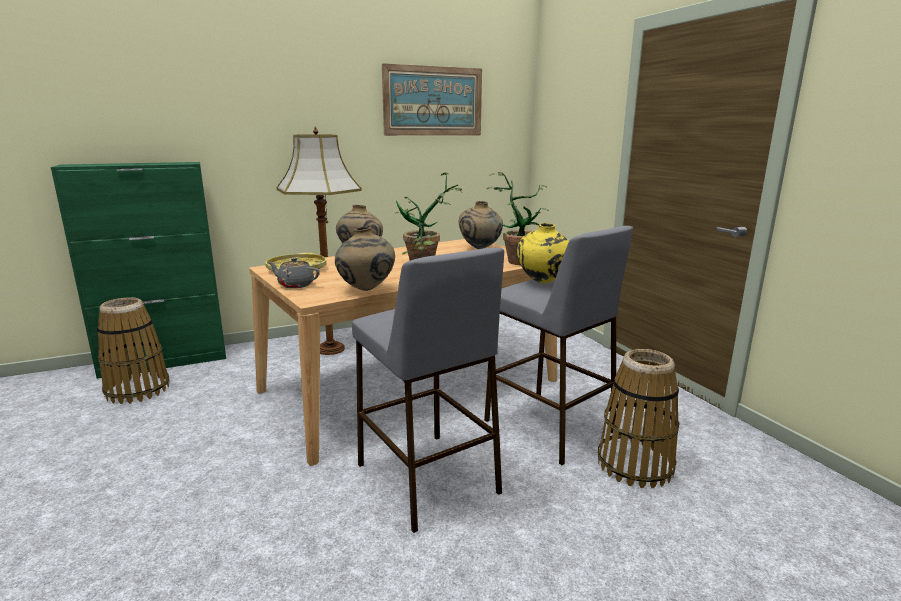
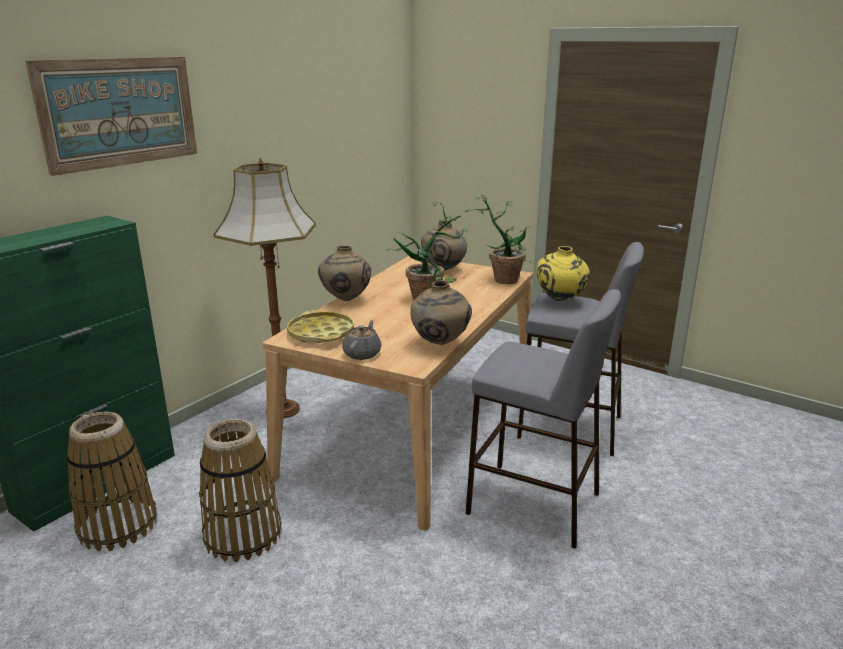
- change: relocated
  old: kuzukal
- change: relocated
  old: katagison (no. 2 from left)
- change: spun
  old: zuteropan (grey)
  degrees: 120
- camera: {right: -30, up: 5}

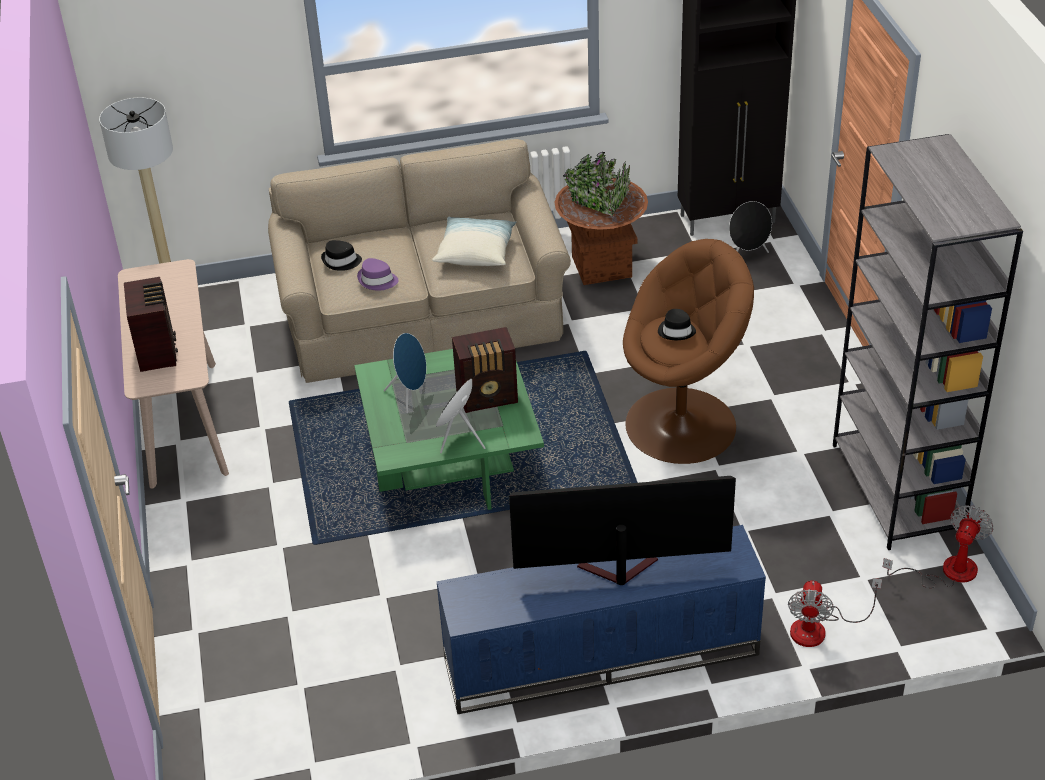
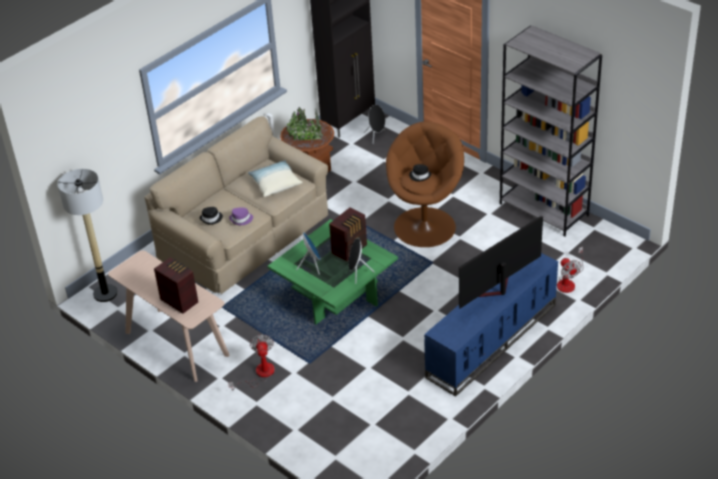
- change: relocated
  old: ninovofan (no. 2 from left in the first image)
  new: ninovofan (no. 1 from left)
- camera: {right: -35, up: 0}

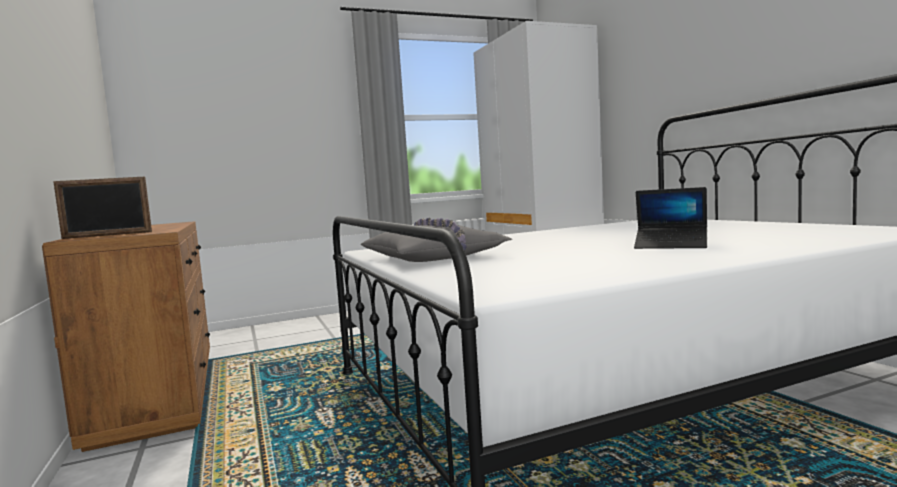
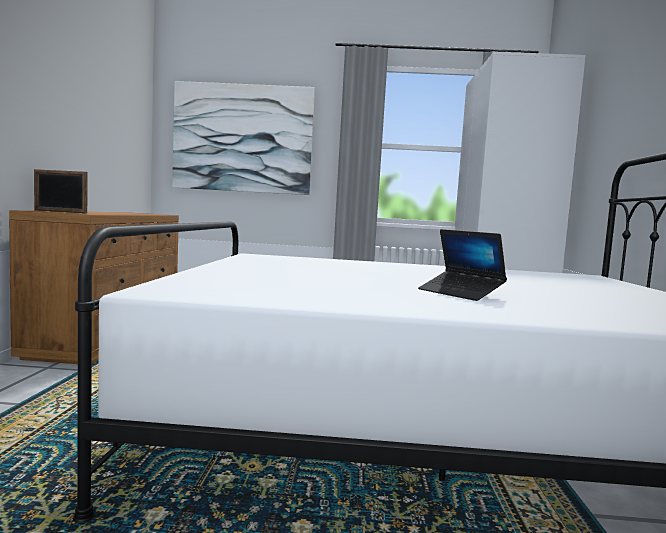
- change: appeared
  new: kuzukal
- change: missing
  old: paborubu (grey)
- camera: {right: 25, up: 0}

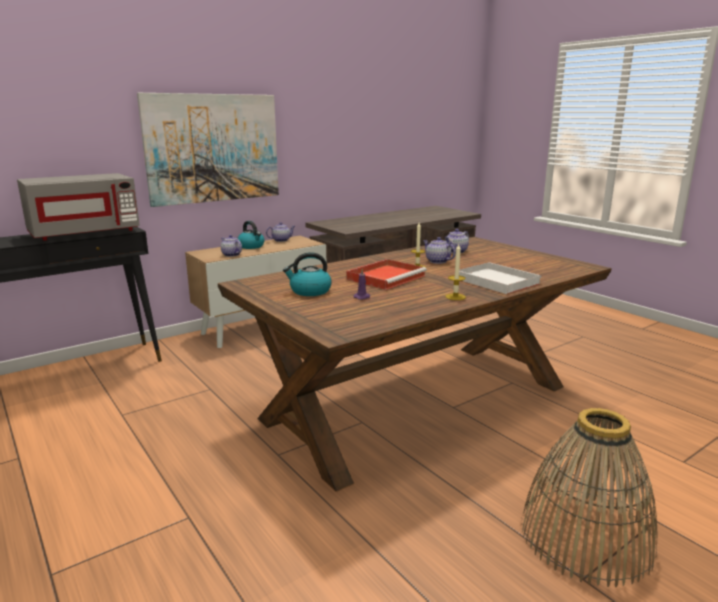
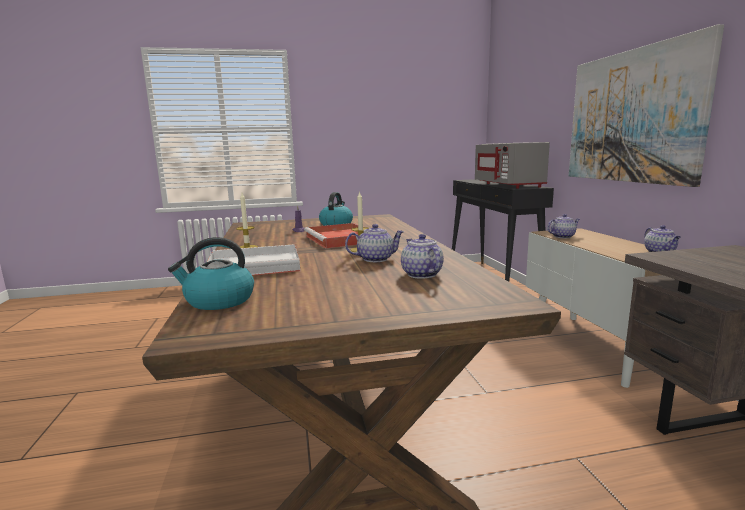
- change: relocated
  old: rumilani (no. 1 from left)
- change: missing
  old: katagison
- camera: {right: 115, up: -5}

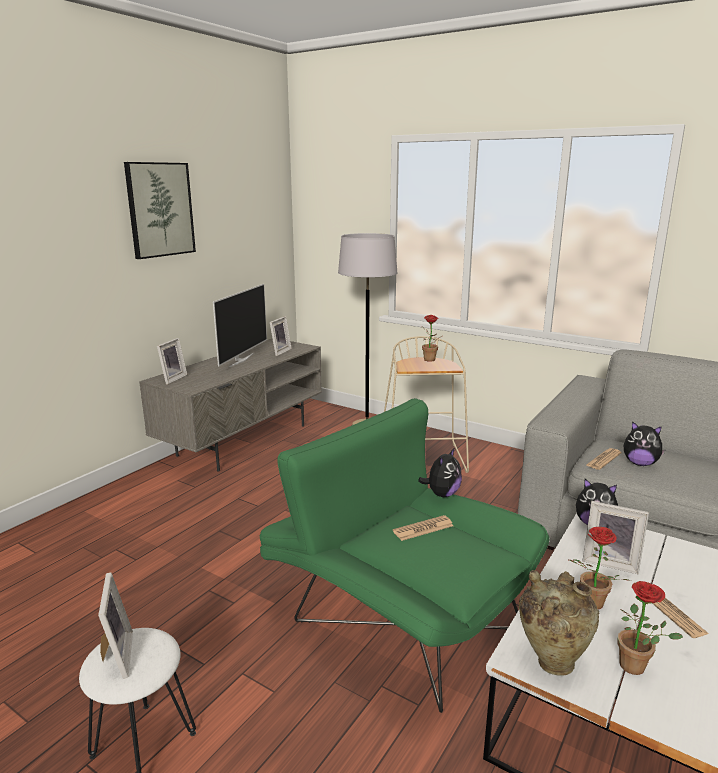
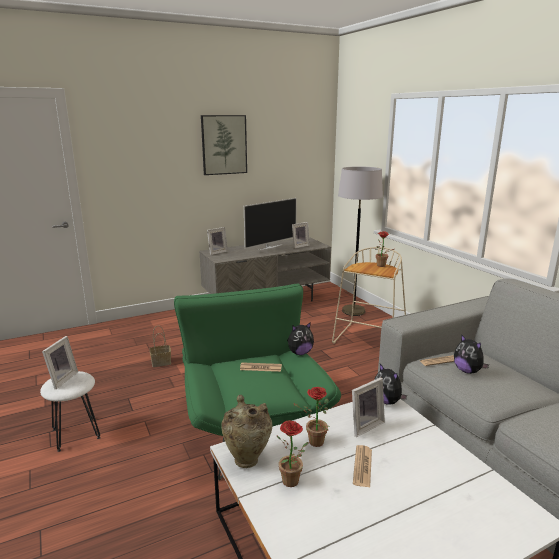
- change: appeared
  new: katagison
- change: spun
  old: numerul (no. 4 from left)
  degrees: -90
- camera: {right: 30, up: 0}

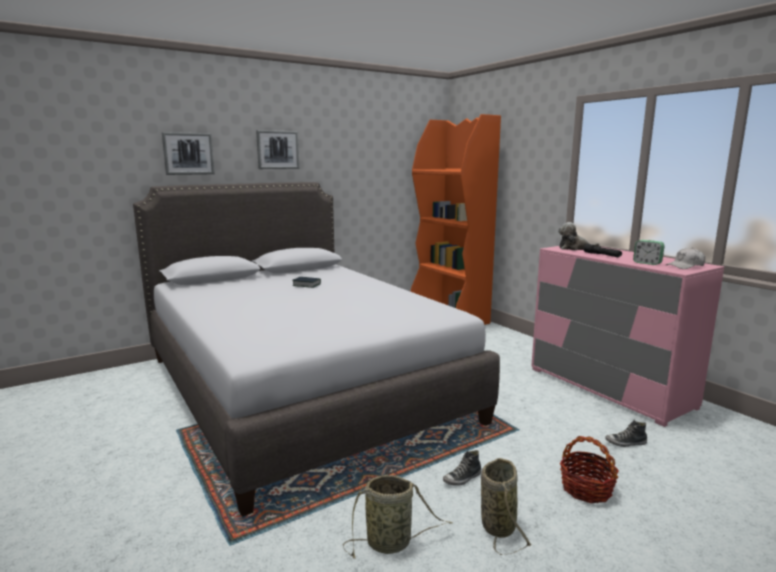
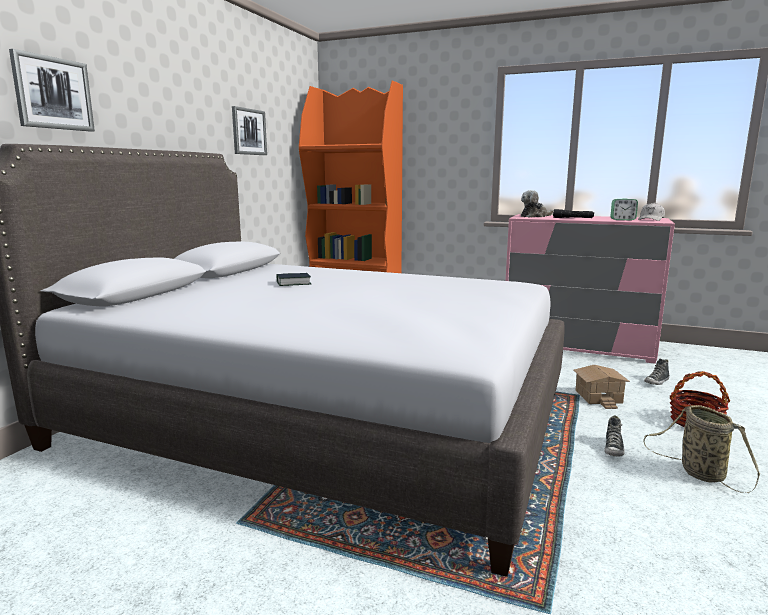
- change: relocated
  old: kuzukal (no. 2 from left)
- change: appeared
  new: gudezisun
- change: missing
  old: katagison (no. 1 from left)
- camera: {right: -35, up: 0}

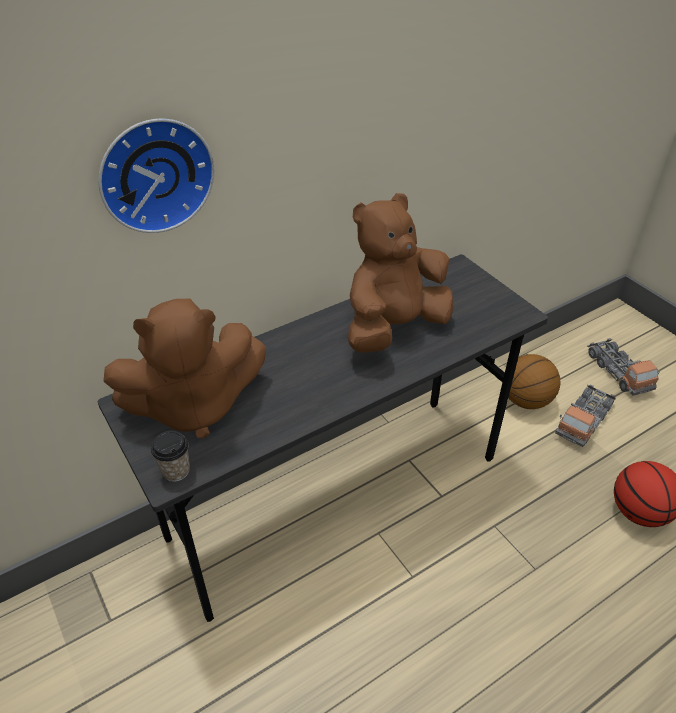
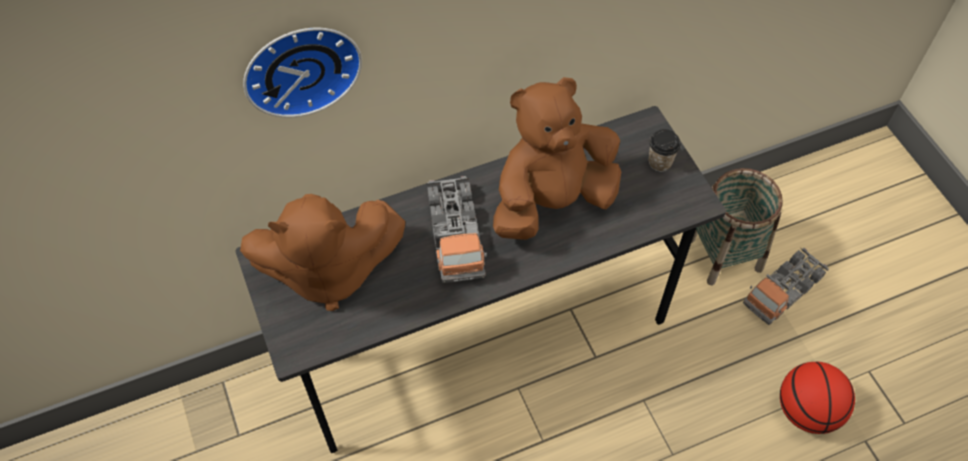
- change: relocated
  old: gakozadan (no. 2 from left in the first image)
  new: gakozadan (no. 1 from left)
- change: relocated
  old: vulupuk
- change: exchanged
  old: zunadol (no. 1 from left)
  new: katagison
- camera: {right: 10, up: 15}

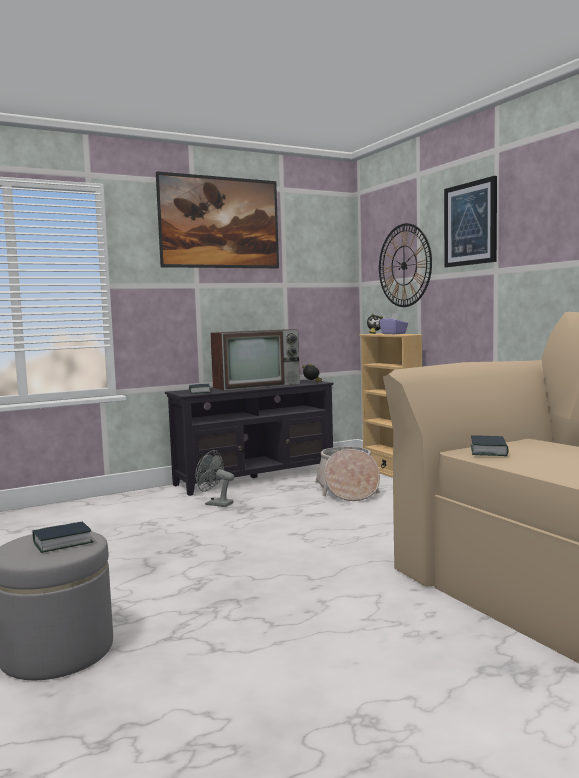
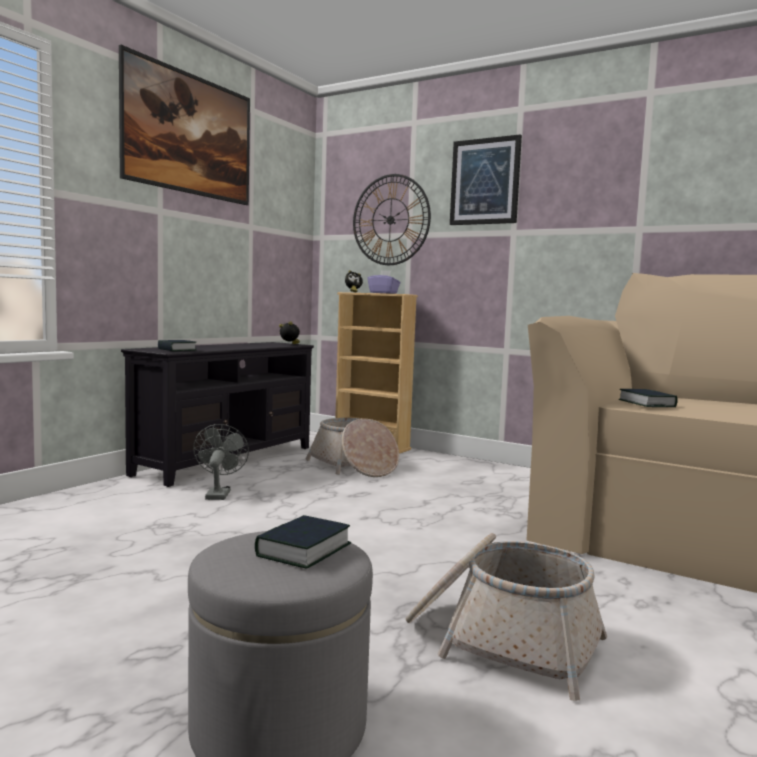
- change: spun
  old: ninovofan (grey)
  degrees: 90
- change: appeared
  new: katagison (no. 2 from left)
- change: missing
  old: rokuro
- camera: {right: -30, up: 0}

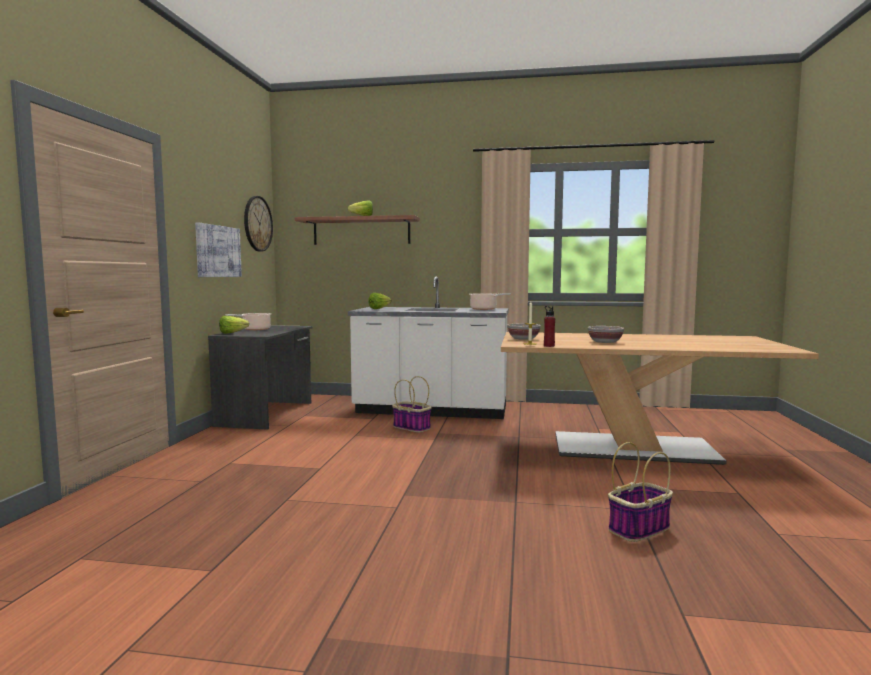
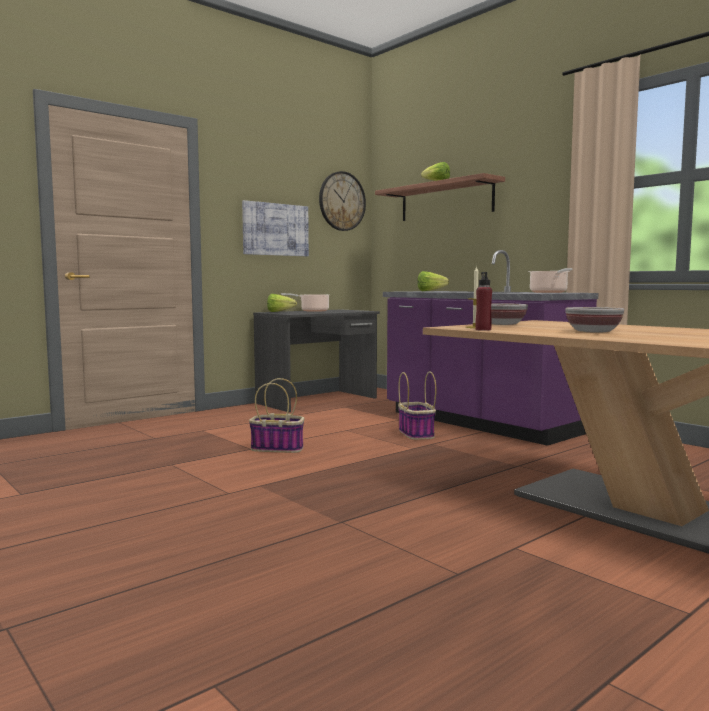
- change: relocated
  old: katagison (no. 2 from left in the first image)
  new: katagison (no. 1 from left)
- change: colour
  old: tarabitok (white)
  new: tarabitok (purple)
- camera: {right: 40, up: 0}

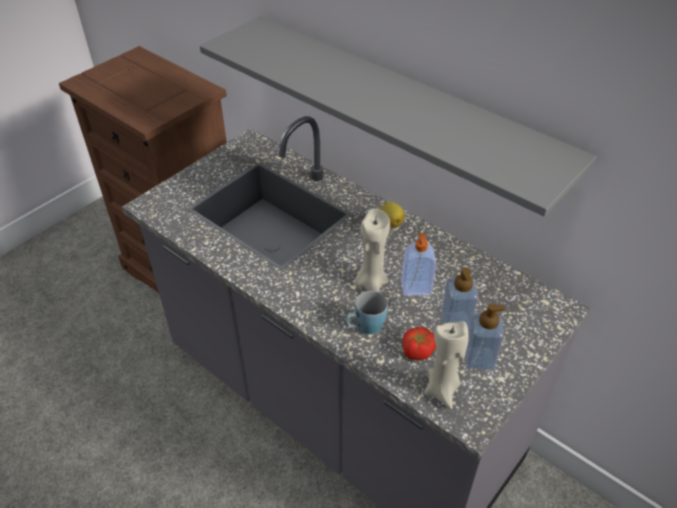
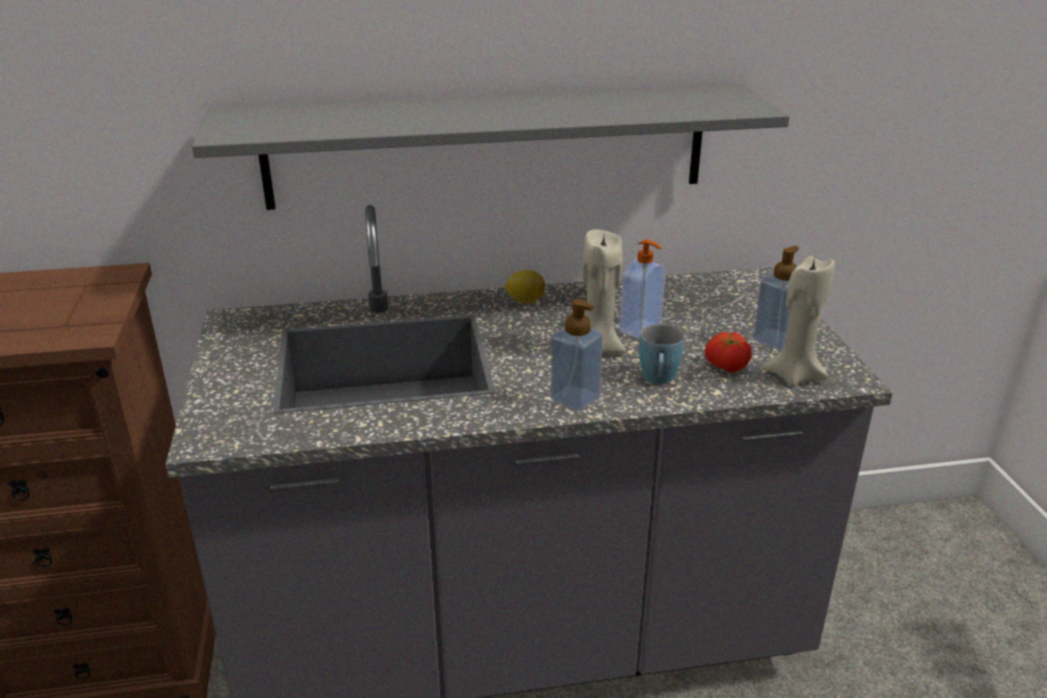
- change: relocated
  old: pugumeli (no. 2 from left in the first image)
  new: pugumeli (no. 1 from left)
- camera: {right: -50, up: -15}

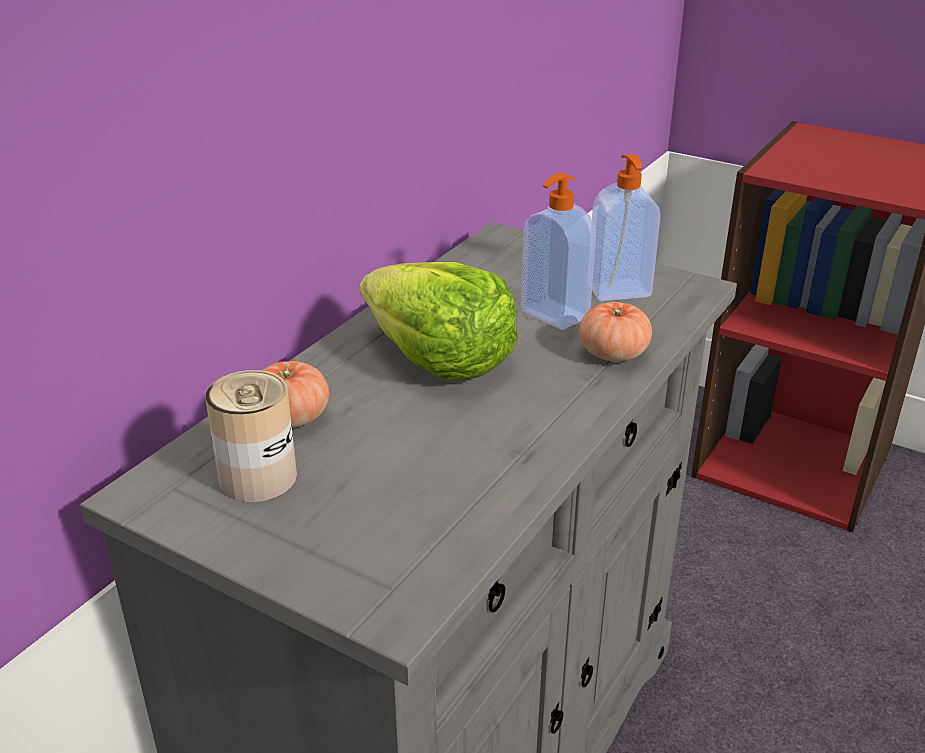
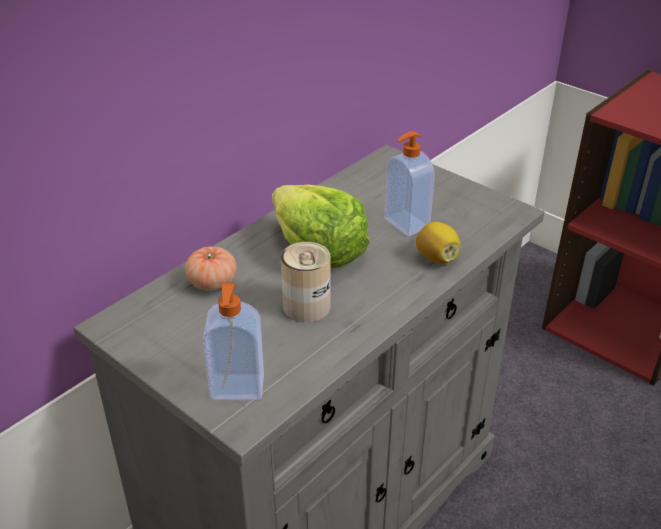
- change: relocated
  old: pugumeli (no. 2 from left in the first image)
  new: pugumeli (no. 1 from left)
- change: relocated
  old: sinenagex
- change: exchanged
  old: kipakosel (no. 2 from left)
  new: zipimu
- camera: {right: 10, up: 5}

